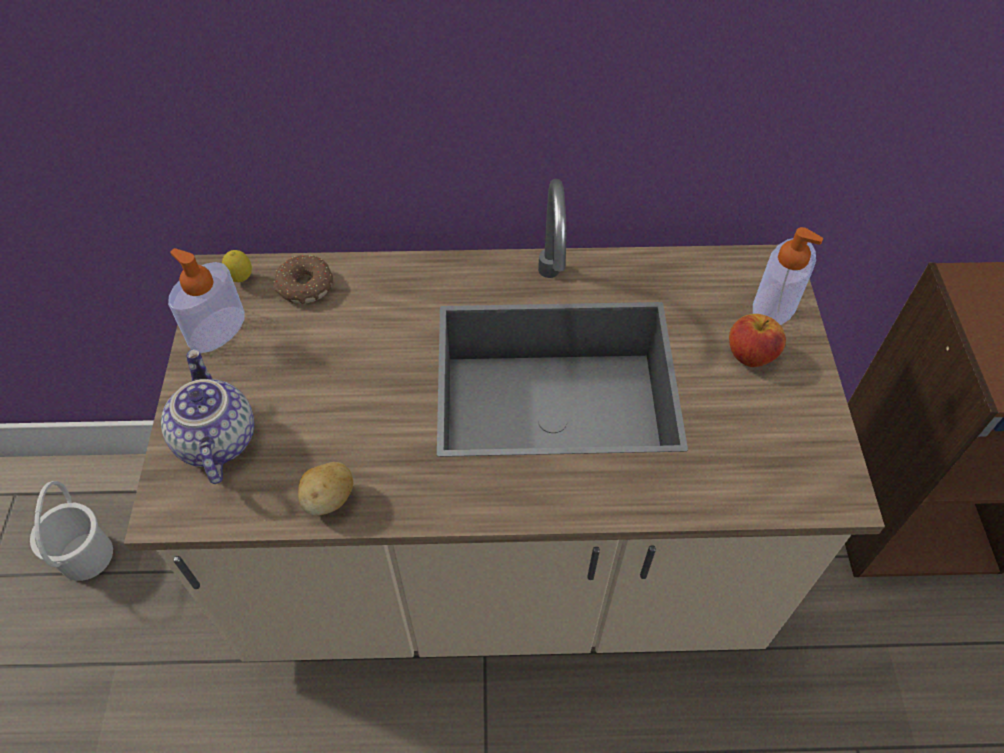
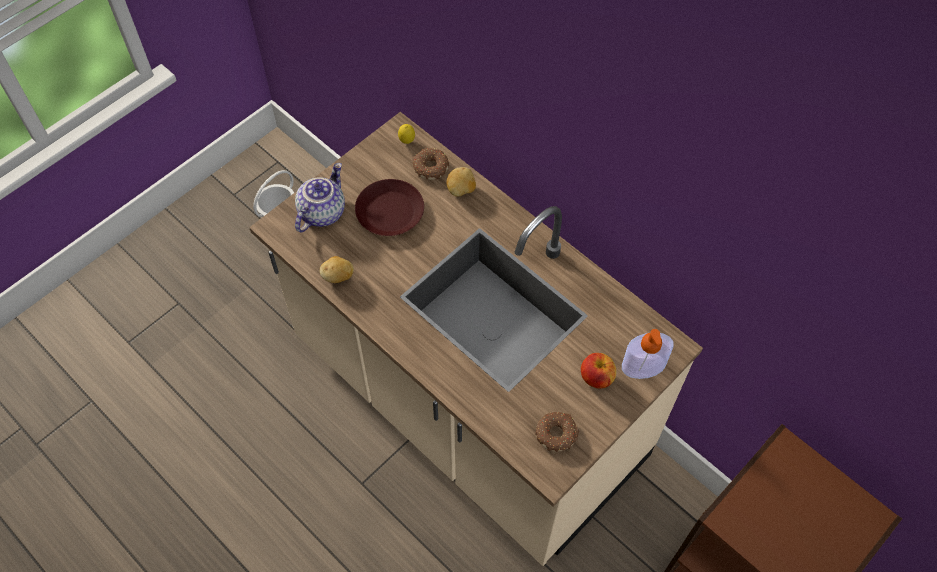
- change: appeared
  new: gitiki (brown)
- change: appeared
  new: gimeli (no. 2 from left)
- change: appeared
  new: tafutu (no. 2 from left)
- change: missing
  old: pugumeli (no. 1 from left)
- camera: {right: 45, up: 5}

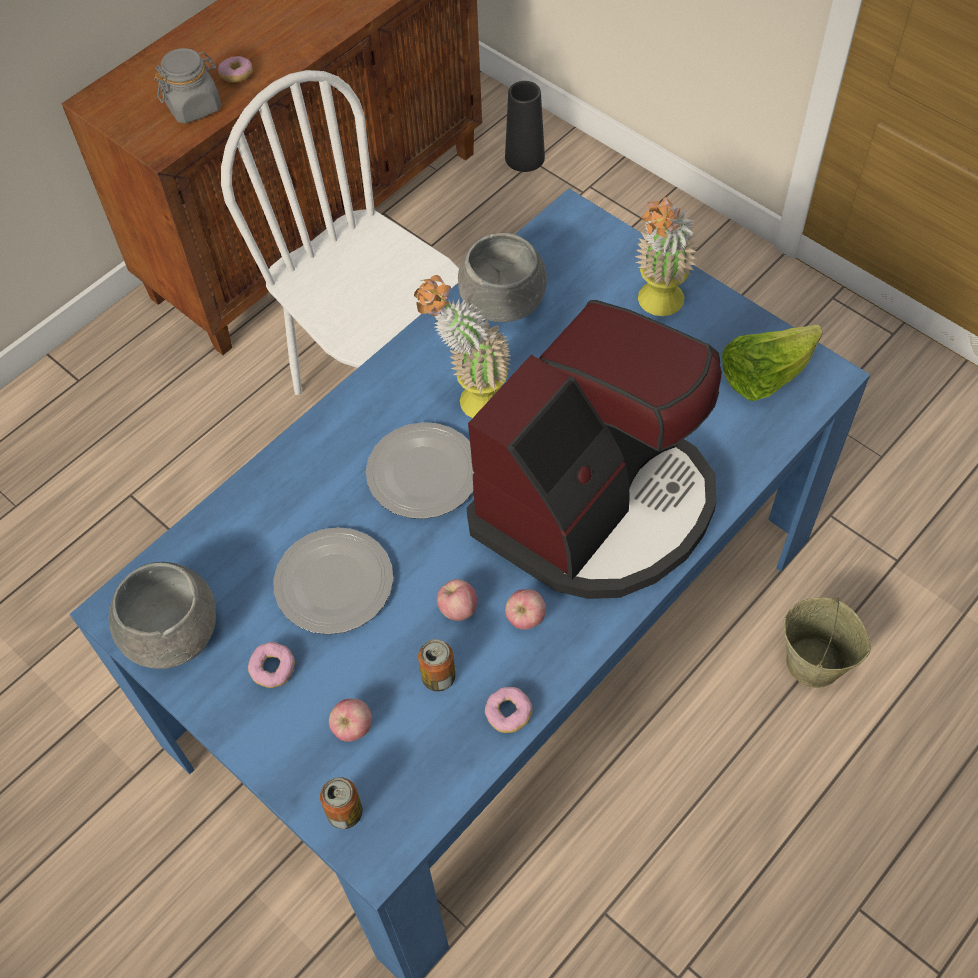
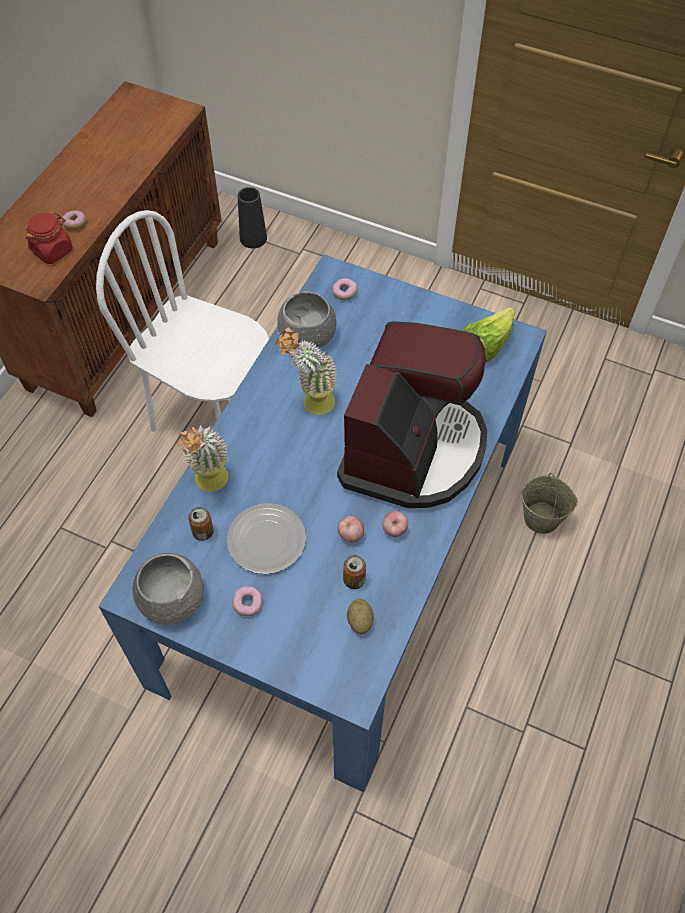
- change: colour
  old: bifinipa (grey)
  new: bifinipa (red)
- change: relocated
  old: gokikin (no. 2 from left in the first image)
  new: gokikin (no. 1 from left)
- change: relocated
  old: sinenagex (no. 1 from left)
- change: relocated
  old: tafutu (no. 3 from left)
- change: appeared
  new: gimeli
- change: missing
  old: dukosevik (no. 1 from left)
- change: missing
  old: gitiki (no. 2 from left)
- camera: {right: -20, up: 0}

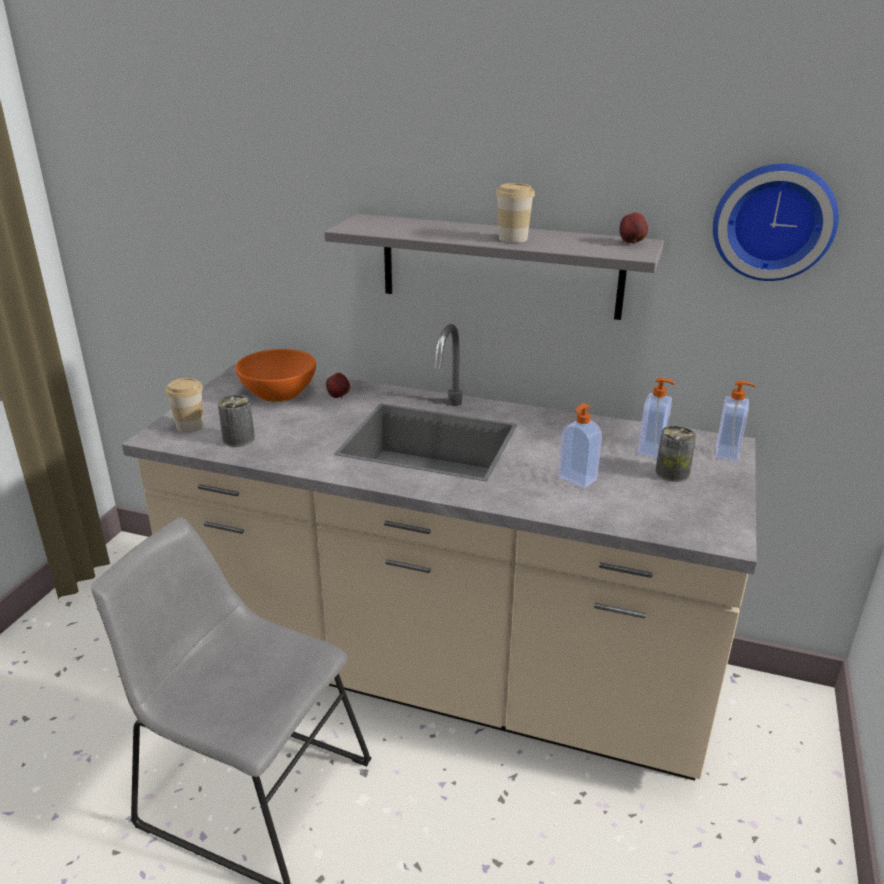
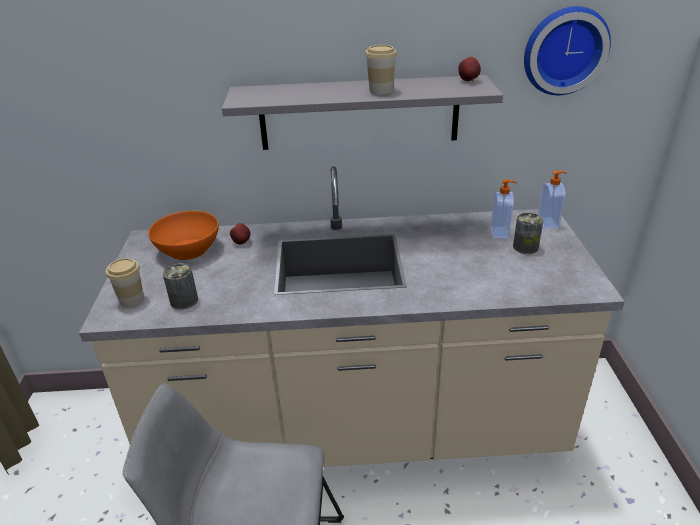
- change: missing
  old: pugumeli (no. 1 from left)
- camera: {right: -20, up: 5}

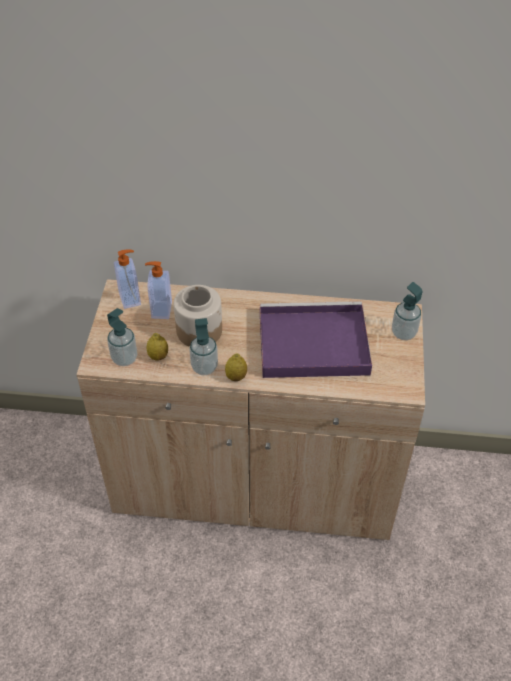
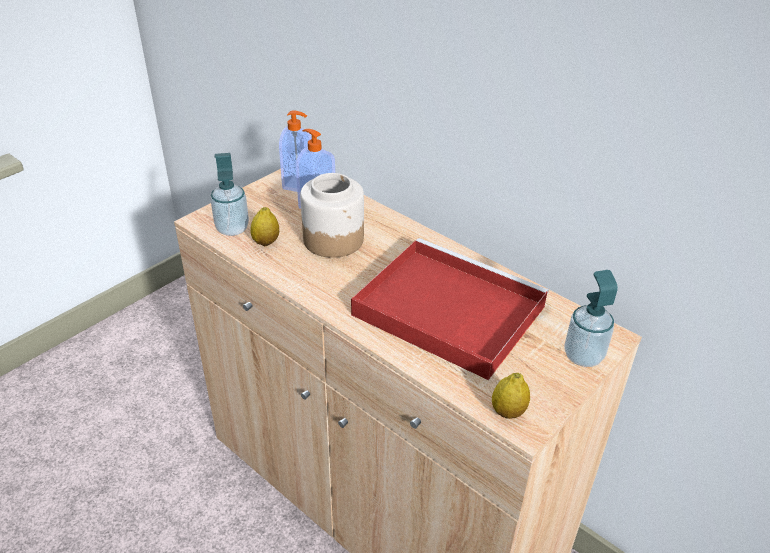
- change: colour
  old: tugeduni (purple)
  new: tugeduni (red)
- change: relocated
  old: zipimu (no. 2 from left)
- change: missing
  old: pugumeli (no. 4 from left)
- camera: {right: 35, up: -10}

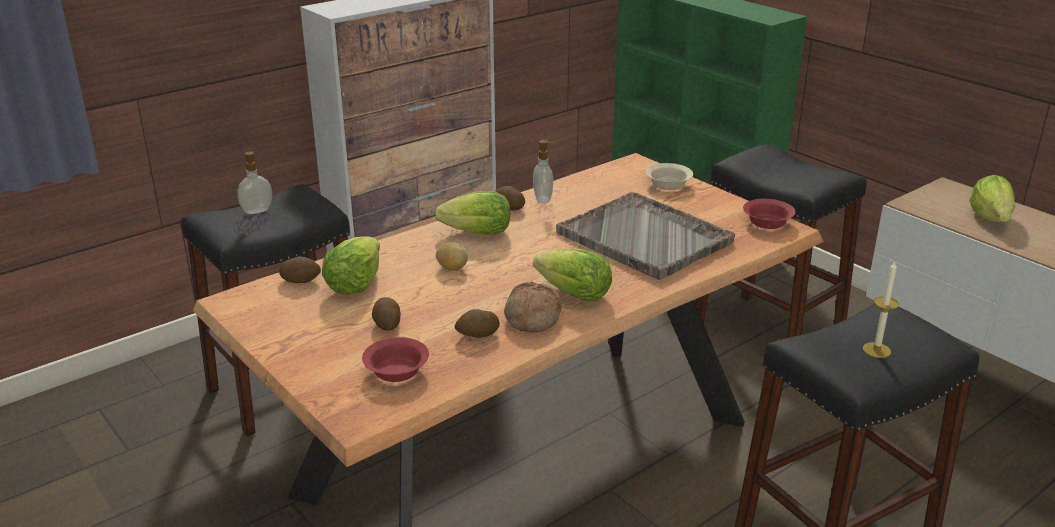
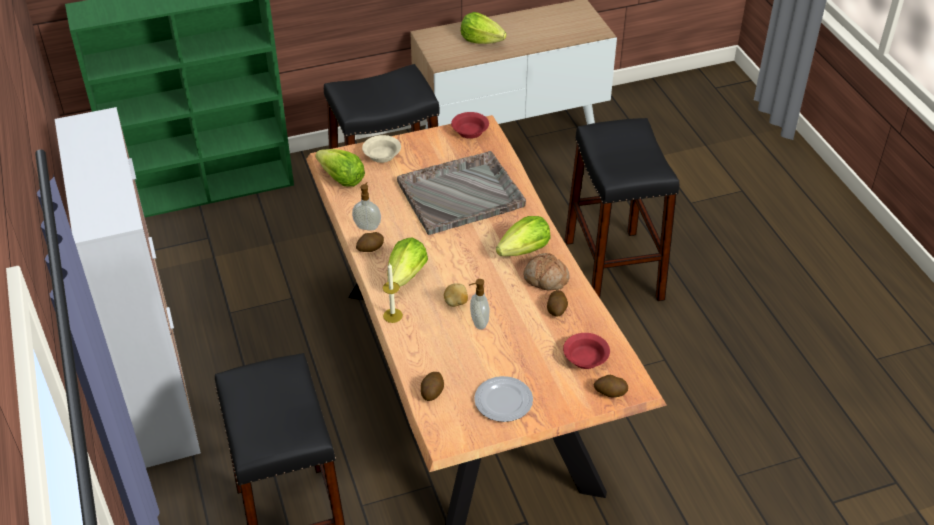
- change: relocated
  old: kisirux (no. 1 from left)
- change: relocated
  old: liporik
- change: relocated
  old: pugumeli (no. 1 from left in the first image)
  new: pugumeli (no. 2 from left)
- change: appeared
  new: gitiki
- change: relocated
  old: gimeli (no. 2 from left in the first image)
  new: gimeli (no. 5 from left)
- camera: {right: -70, up: 15}

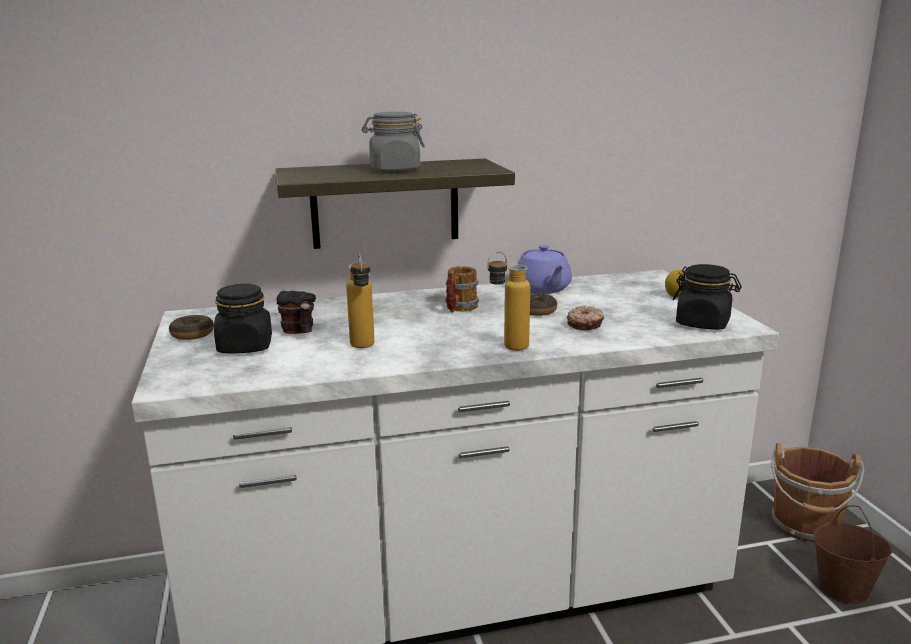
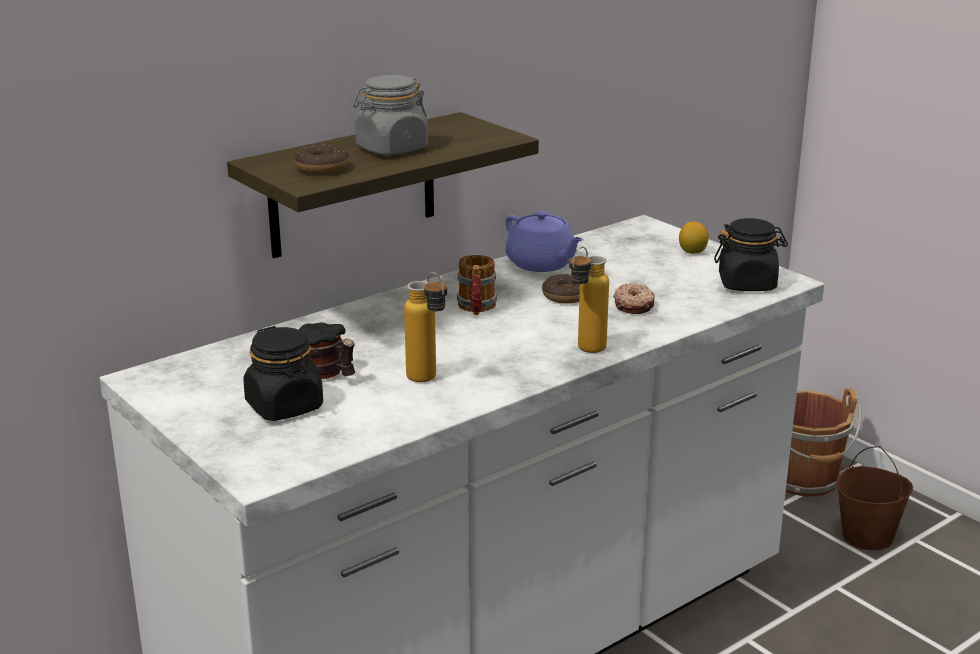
- change: relocated
  old: tafutu (no. 1 from left)
- camera: {right: -25, up: 5}

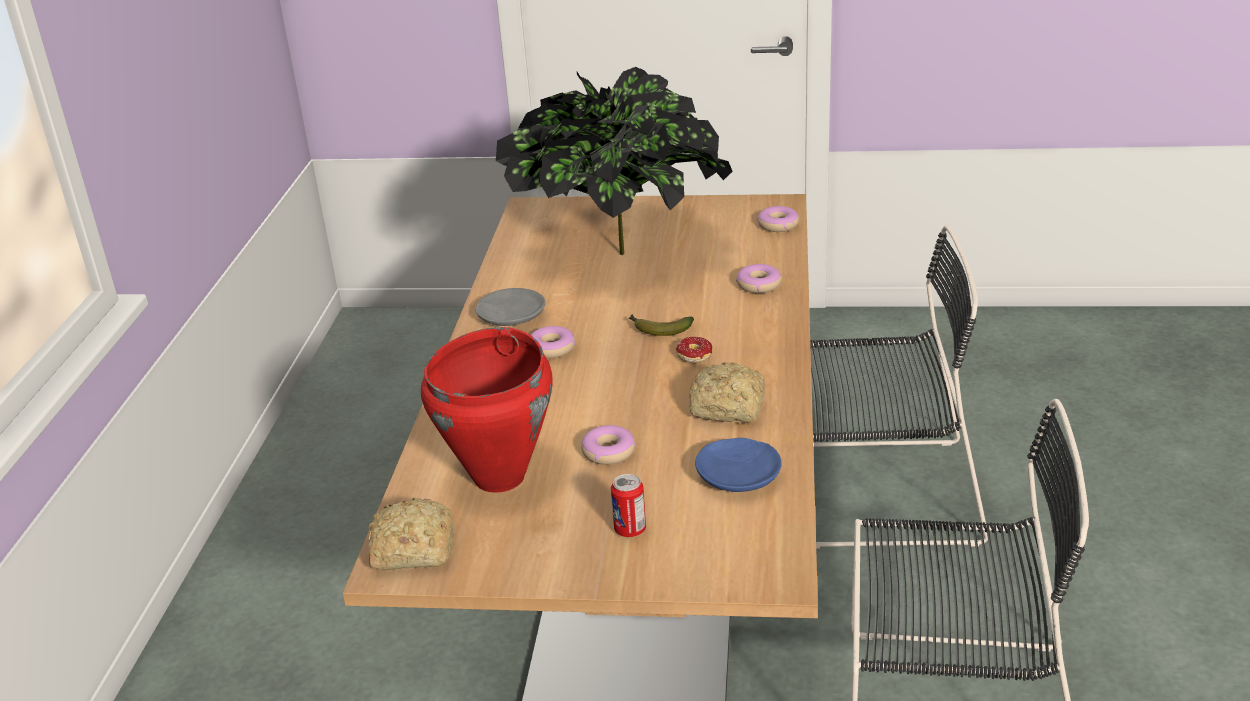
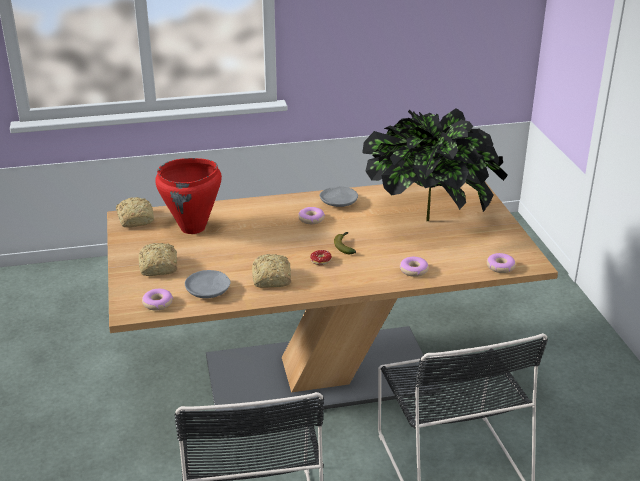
- change: exchanged
  old: sinenagex
  new: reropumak (no. 2 from left)
- change: relocated
  old: tafutu (no. 2 from left in the first image)
  new: tafutu (no. 1 from left)
- change: colour
  old: gitiki (blue)
  new: gitiki (grey) (no. 1 from left)
- camera: {right: 70, up: 0}

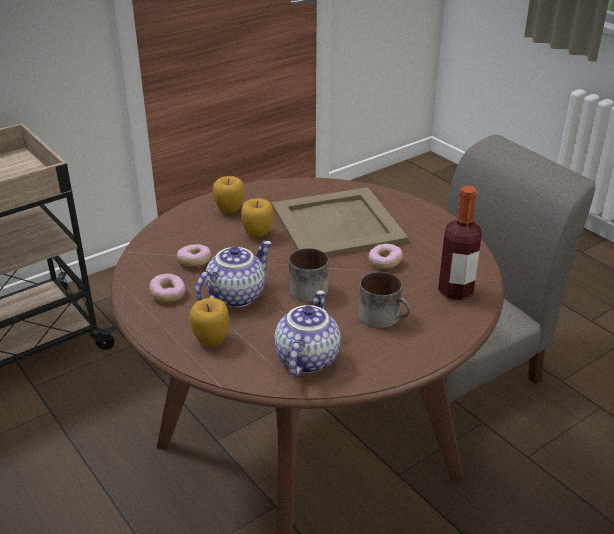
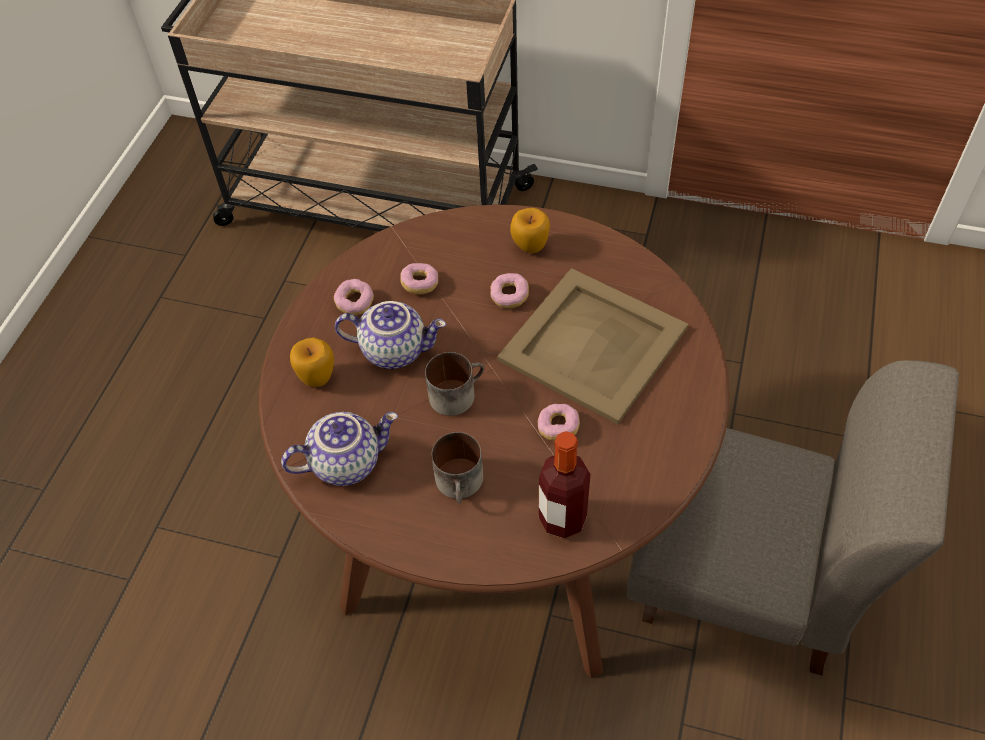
- change: exchanged
  old: dukosevik (no. 3 from left)
  new: tafutu (no. 3 from left)
- camera: {right: 55, up: 20}

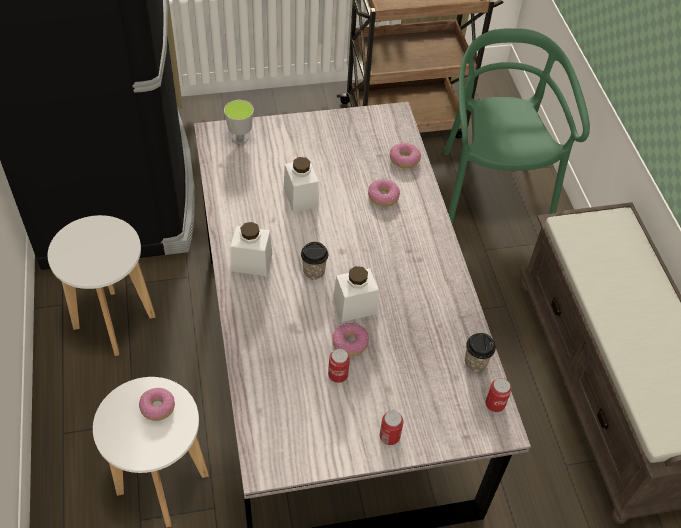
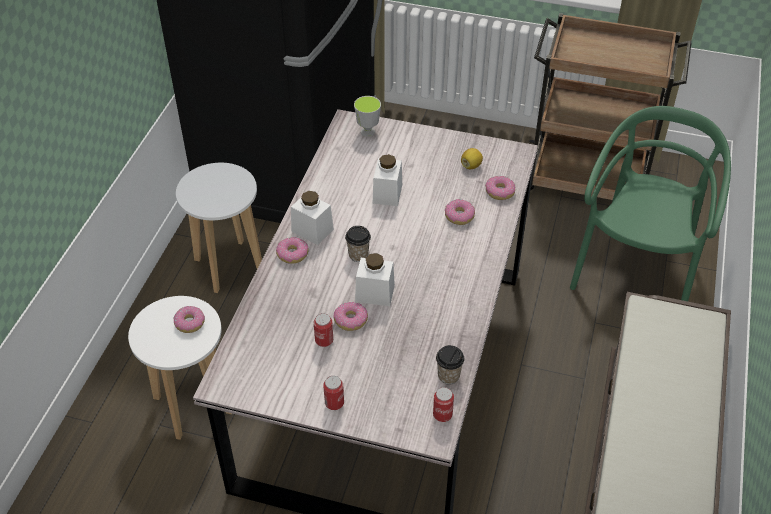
- change: appeared
  new: tafutu (no. 2 from left)
- change: appeared
  new: zipimu
- camera: {right: 30, up: -5}

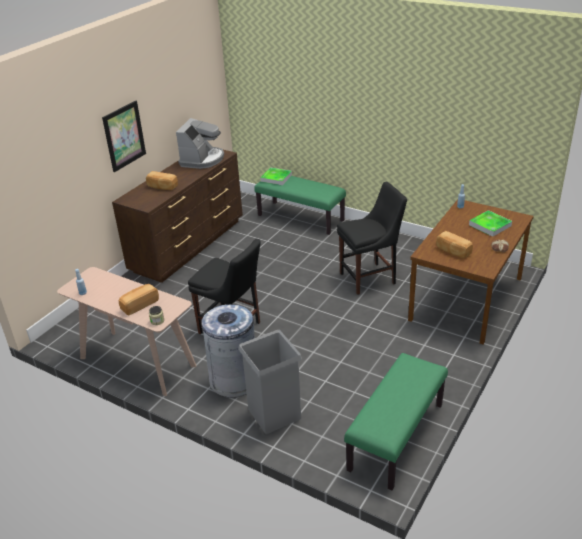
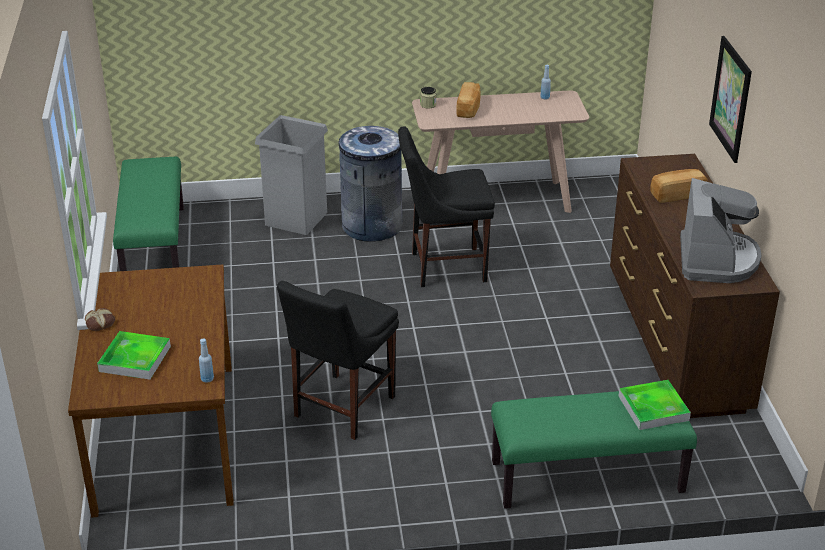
- change: spun
  old: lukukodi
  degrees: -150
- change: missing
  old: reropumak (no. 3 from left)
- camera: {right: 140, up: 0}

